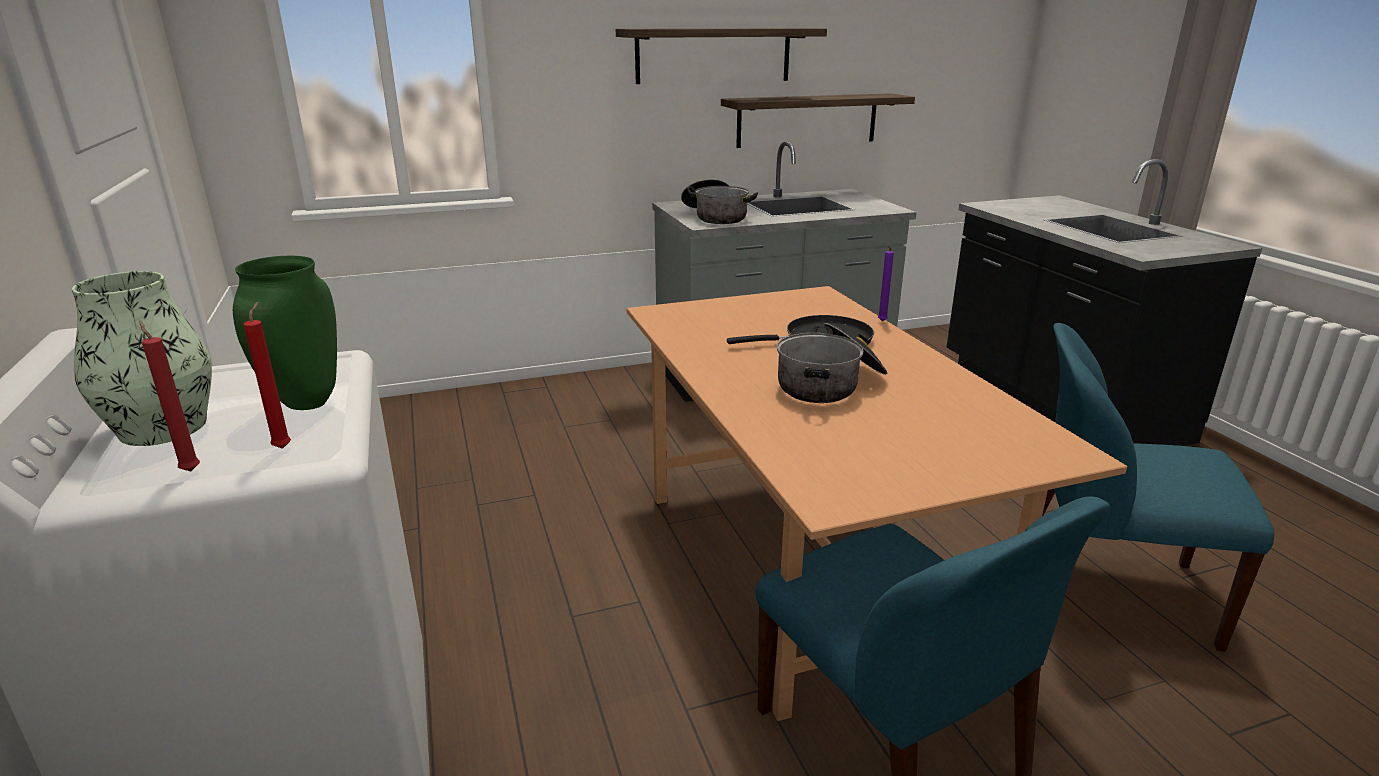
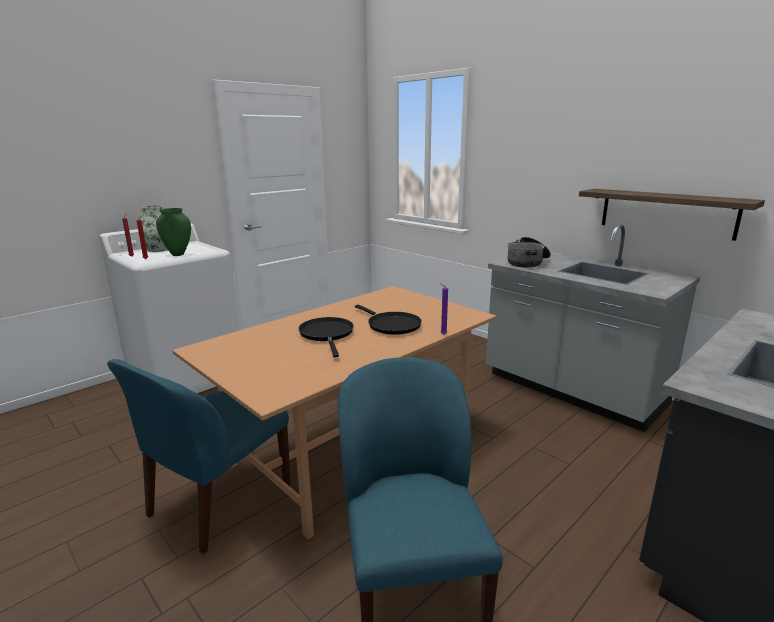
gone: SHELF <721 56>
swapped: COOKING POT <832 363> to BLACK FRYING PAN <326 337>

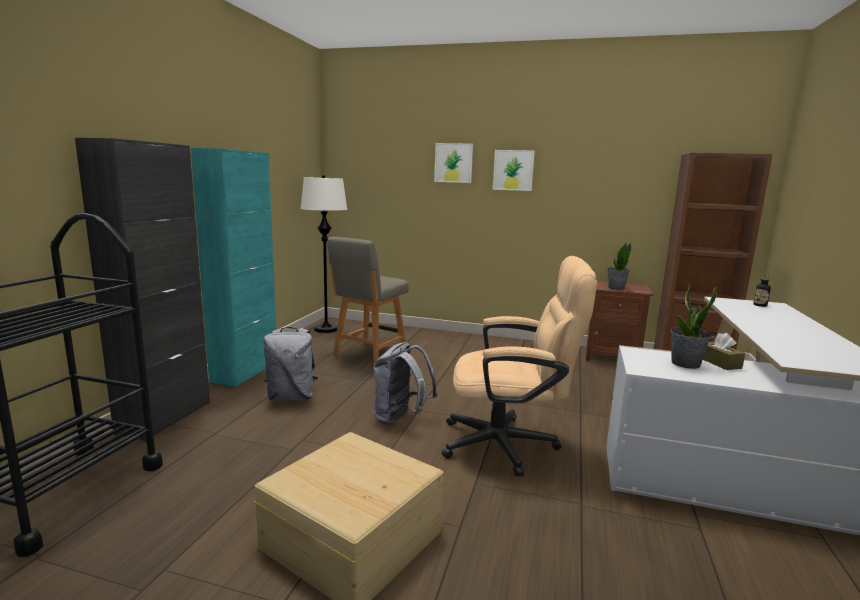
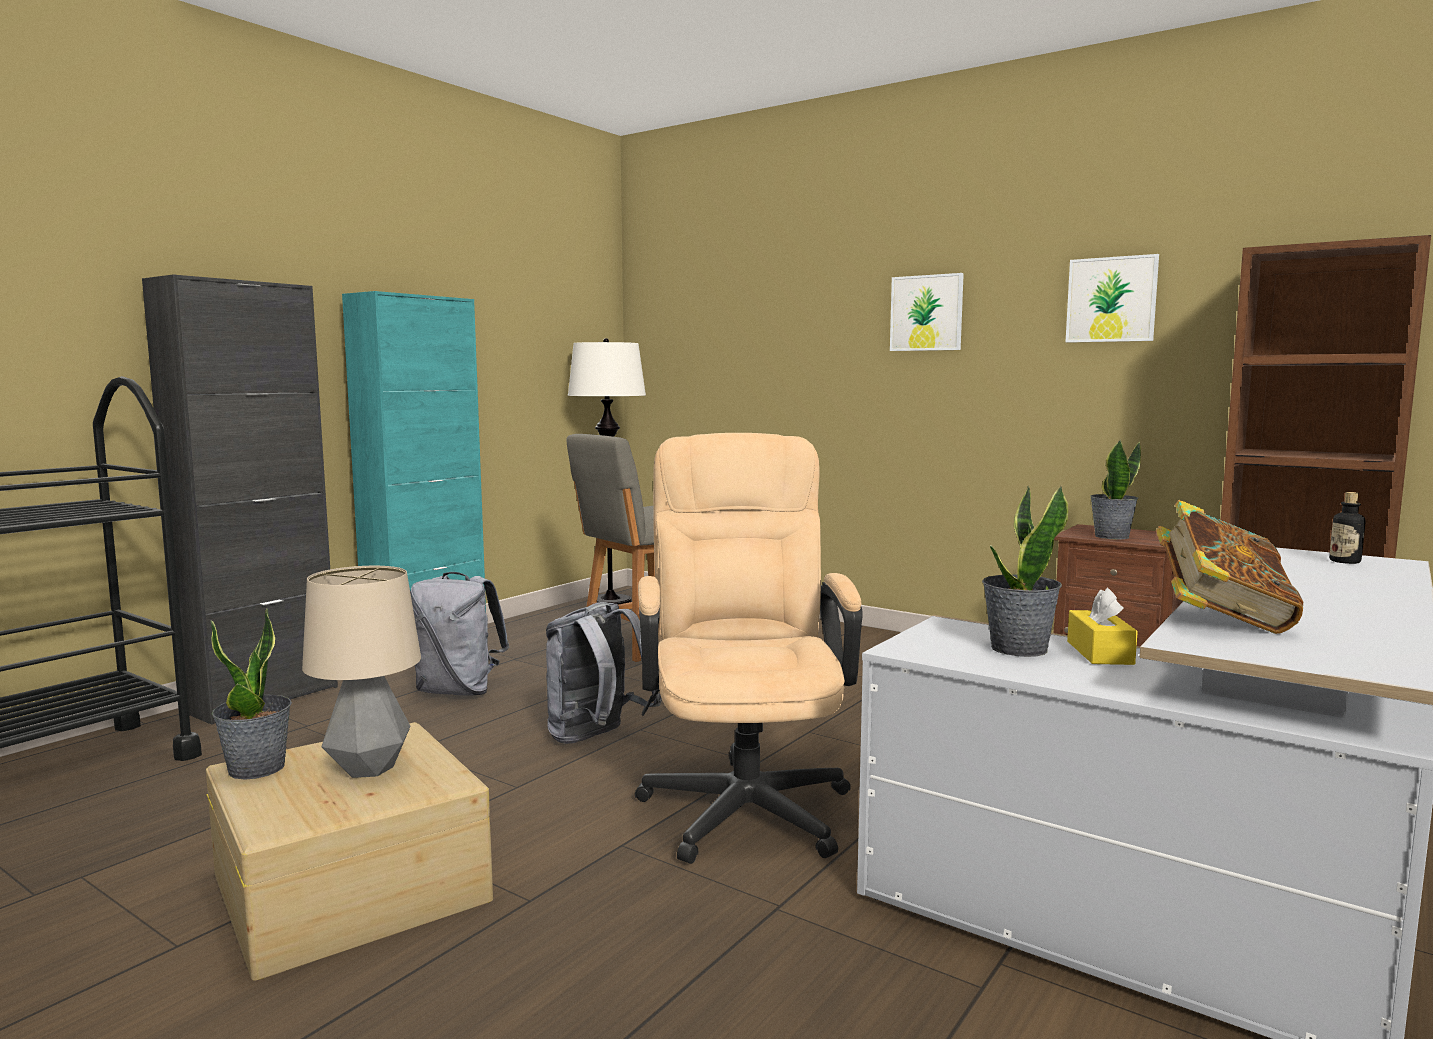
new: POTTED PLANT <251 694>; TABLE LAMP <361 672>; BOOK <1229 567>
shifted: PICTURE <453 163> to <1112 298>
repainted: BROWN TISSUE BOX <724 351> to YELLOW TISSUE BOX <1102 626>
rotated: BEIGE OFFICE CHAIR <519 366> = <749 648> 120 degrees counterclockwise

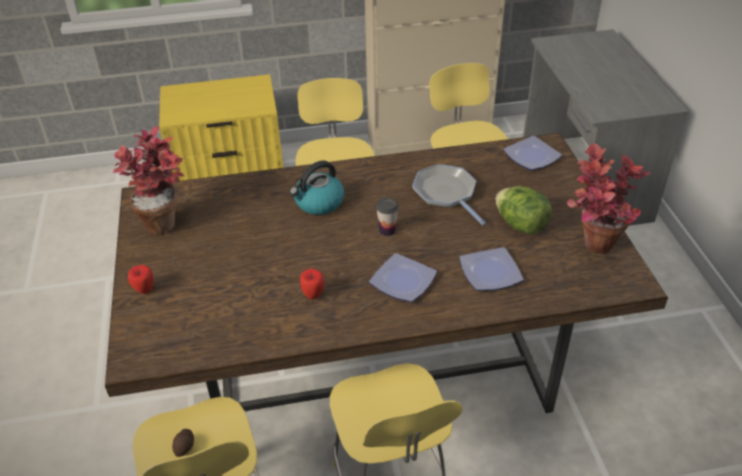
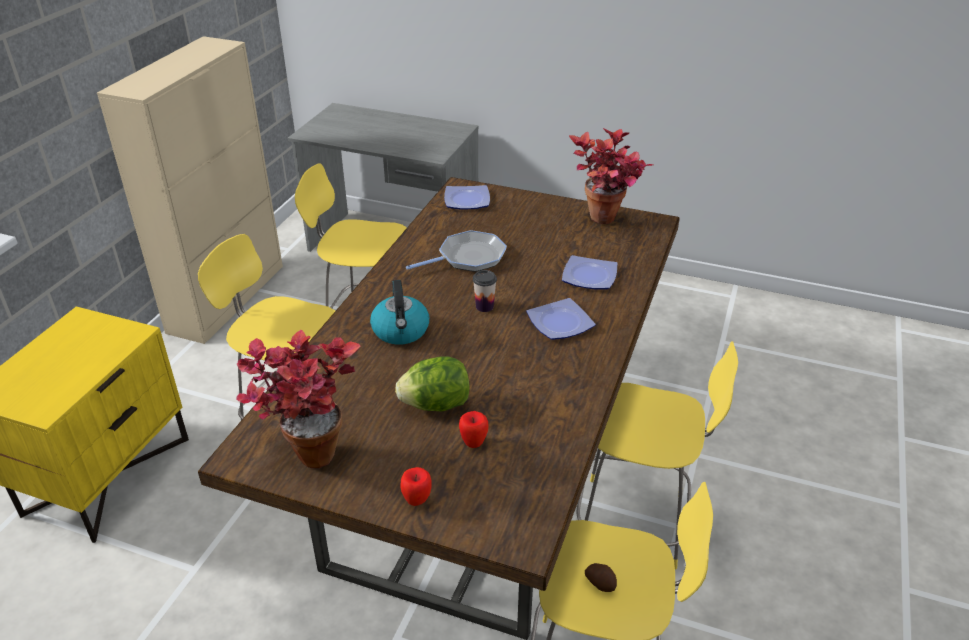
shifted: LETTUCE <523 210> to <432 384>; APPLE <312 284> to <473 429>
rotated: FRYING PAN <449 194> = <456 251> 150 degrees clockwise

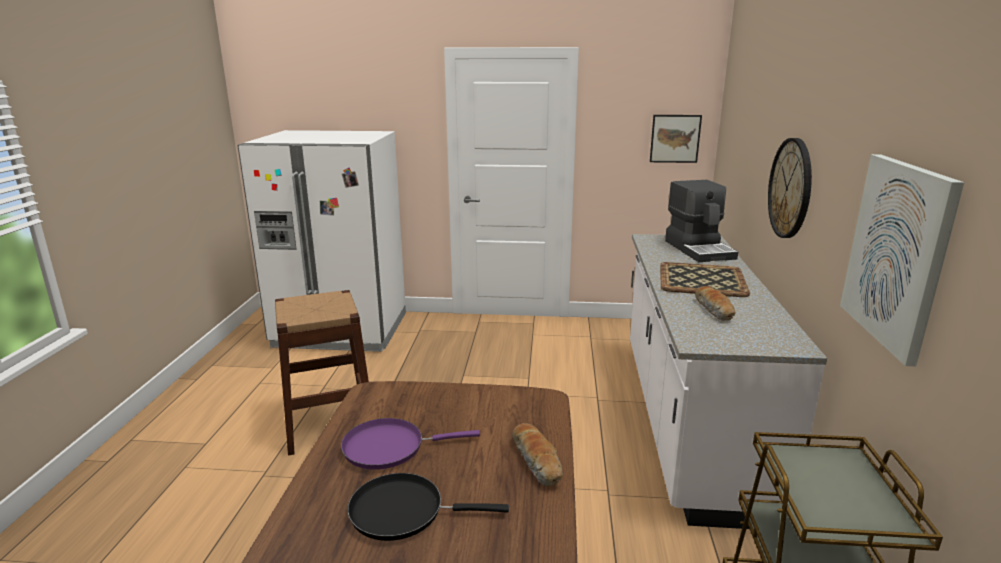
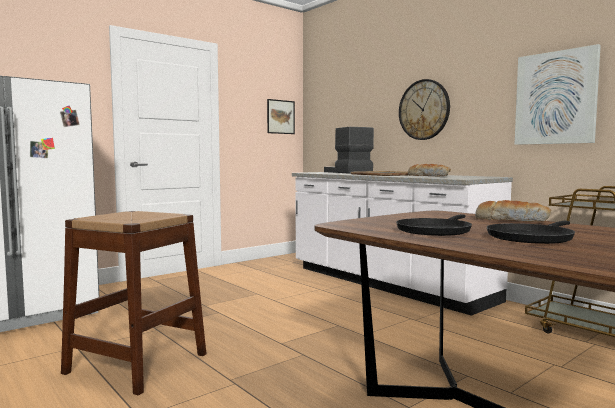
repainted: PURPLE FRYING PAN <410 444> to BLACK FRYING PAN <434 225>
rotated: COFFEE MACHINE <701 221> = <349 150> 150 degrees counterclockwise

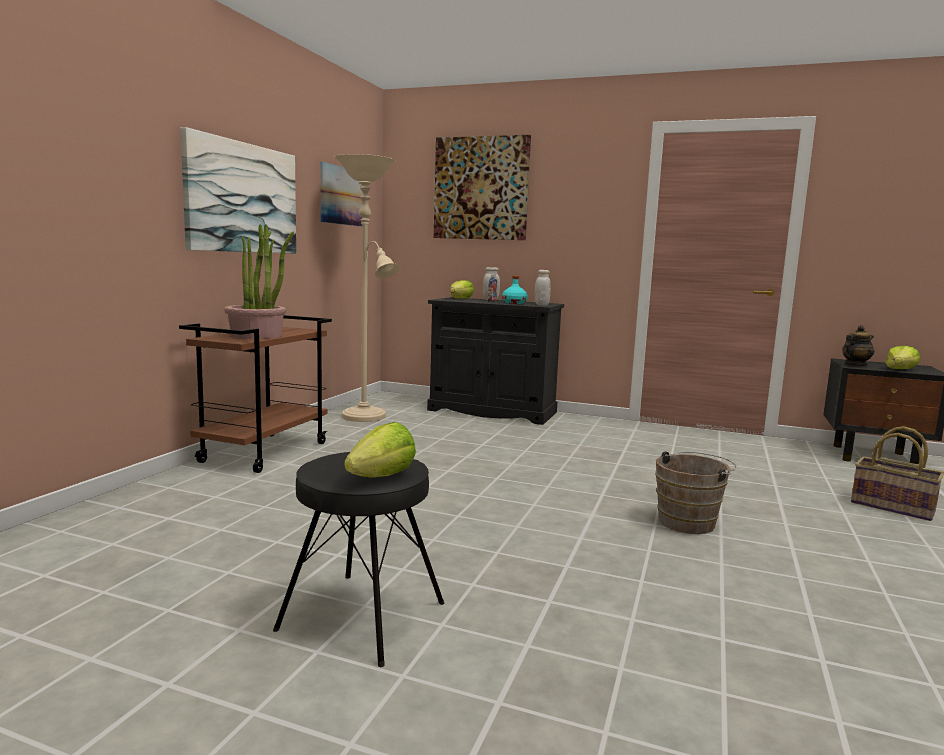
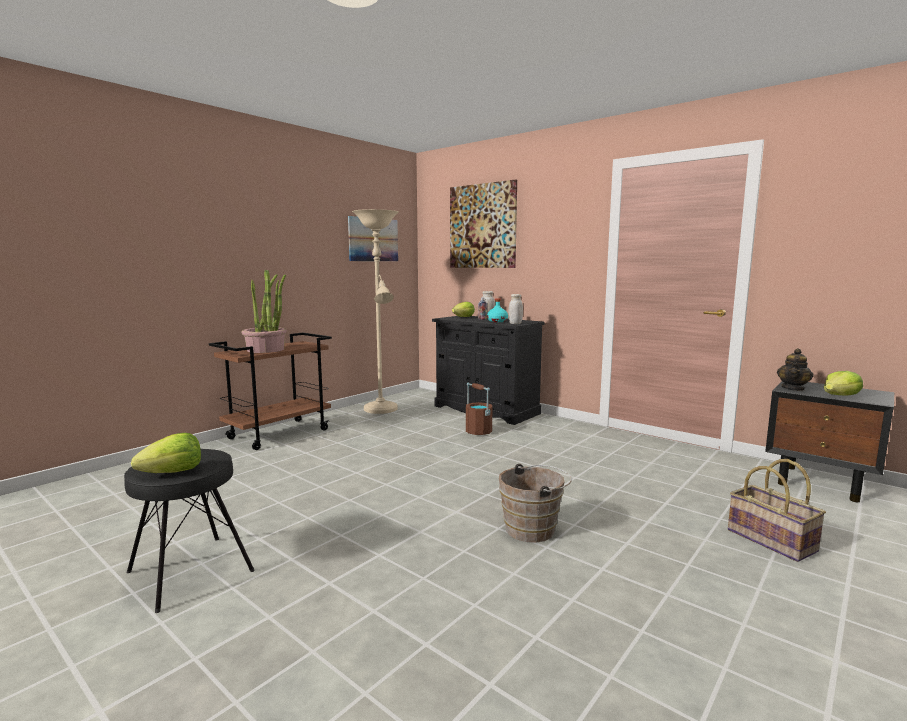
gone: PICTURE <238 190>
new: BROWN BUCKET <479 409>
rotated: TEAPOT <858 345> = <795 369> 135 degrees clockwise

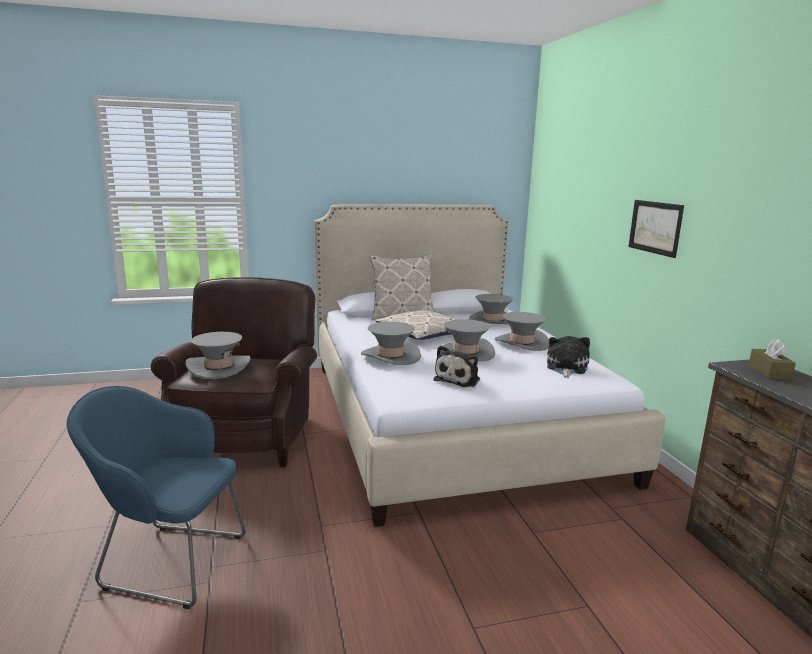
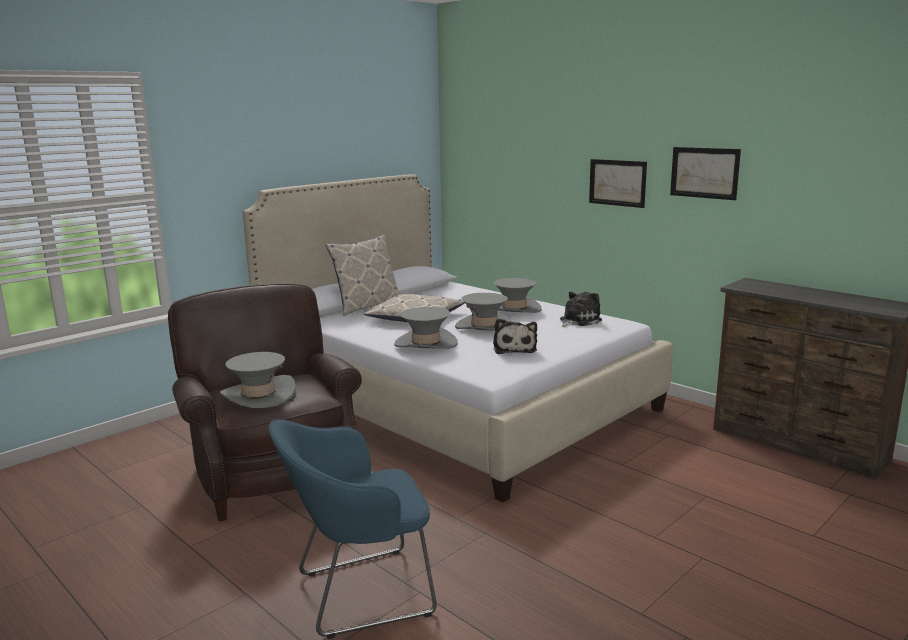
gone: GREY HAT <491 309>; BROWN TISSUE BOX <772 359>
new: PICTURE <705 173>
rotated: PLUSH TOY <568 357> = <581 309> 60 degrees clockwise

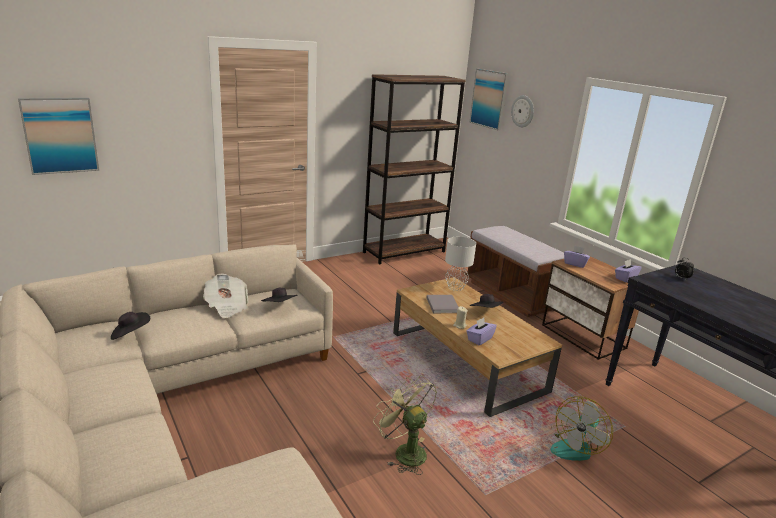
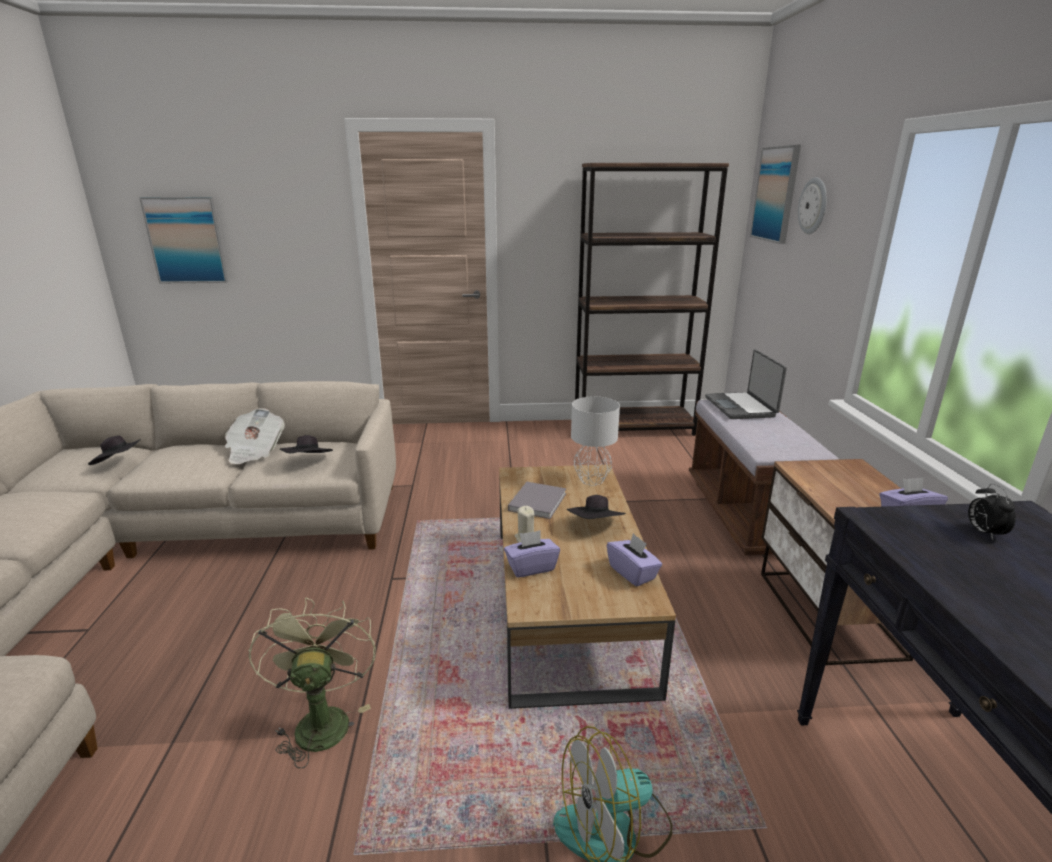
new: LAPTOP <746 384>
shifted: PURPLE TISSUE BOX <577 256> to <634 559>

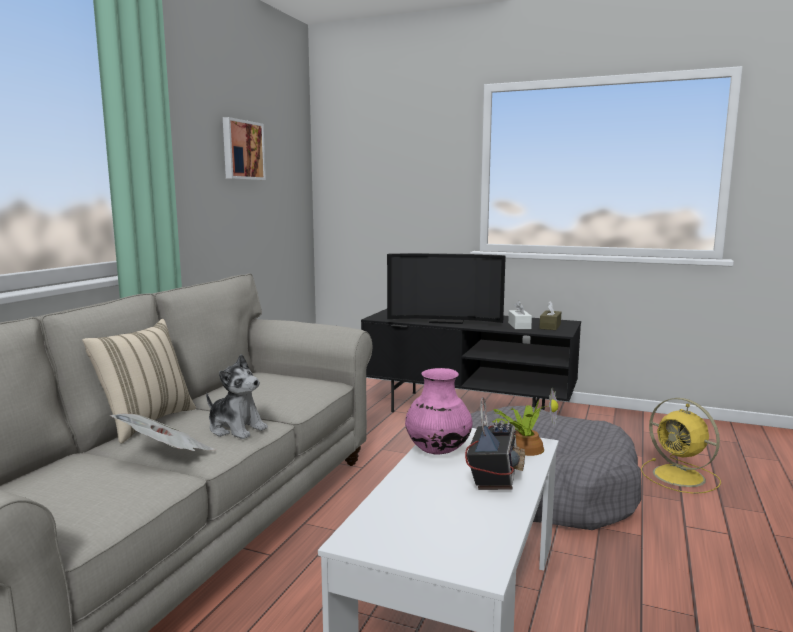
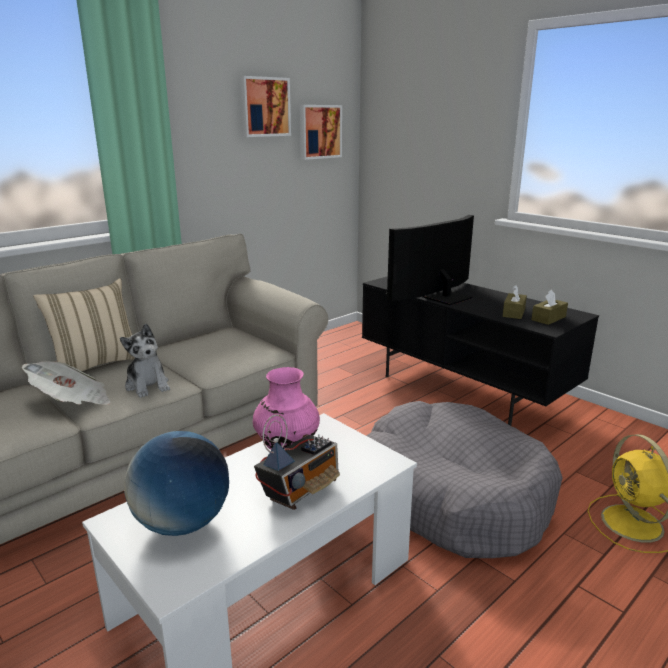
gone: POTTED PLANT <525 422>
new: GLOBE <176 483>; PICTURE <320 132>
repainted: WHITE TISSUE BOX <520 314> to BROWN TISSUE BOX <515 302>
rotated: TELEVISION <446 288> = <430 260> 105 degrees clockwise

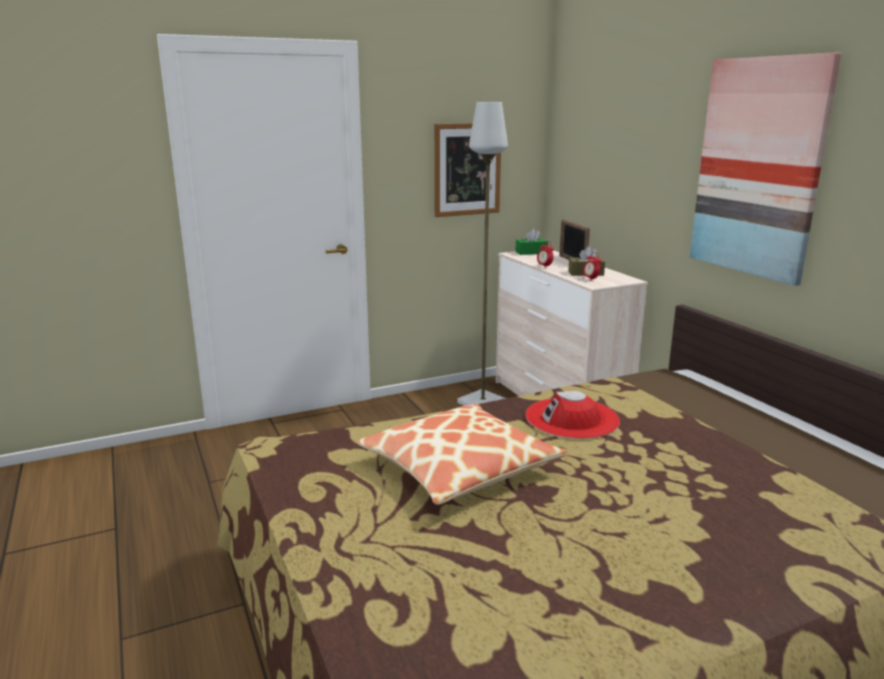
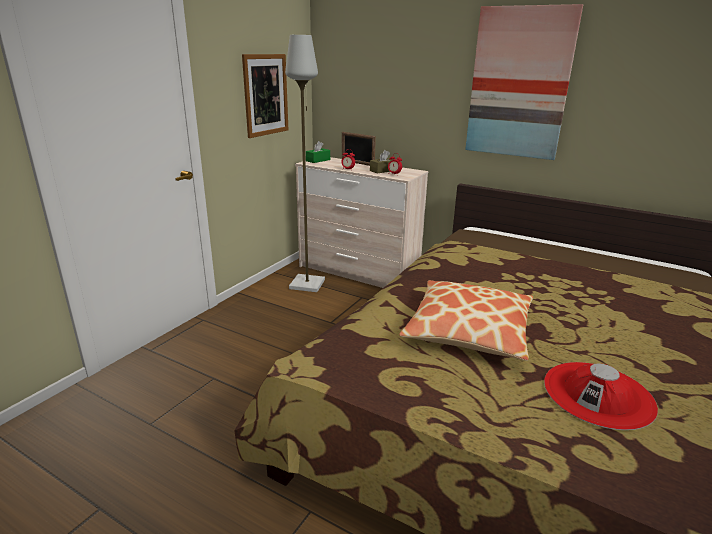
shifted: RED HAT <572 415> to <601 396>

